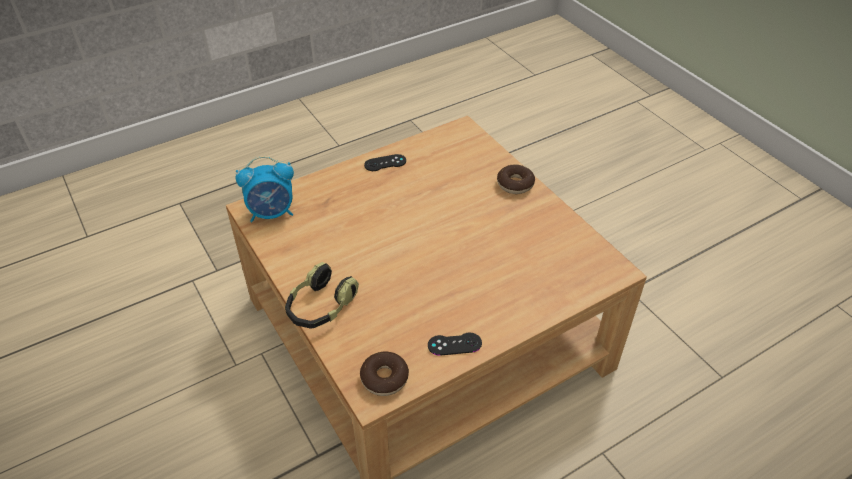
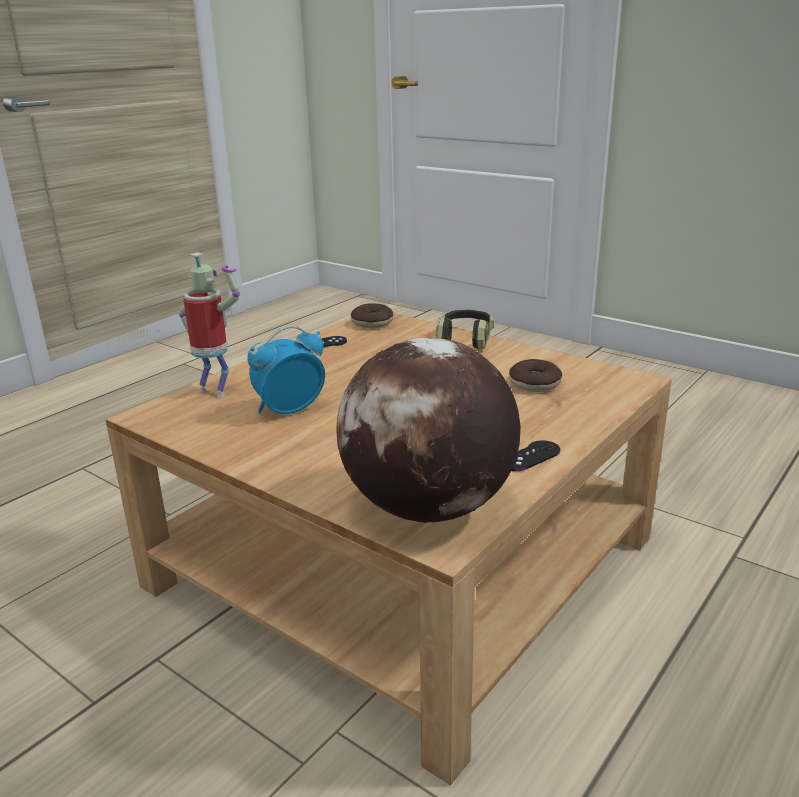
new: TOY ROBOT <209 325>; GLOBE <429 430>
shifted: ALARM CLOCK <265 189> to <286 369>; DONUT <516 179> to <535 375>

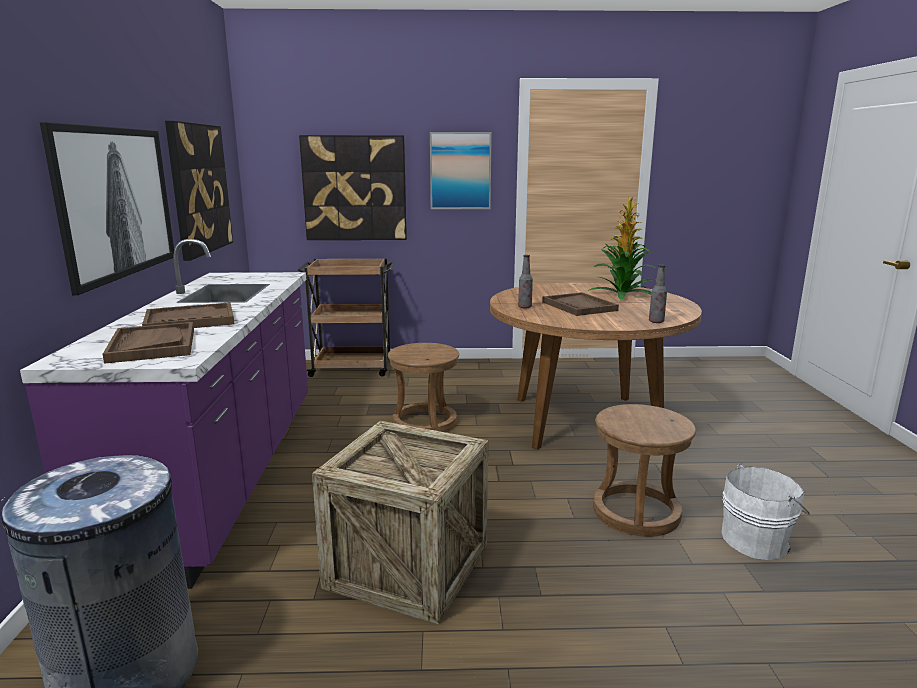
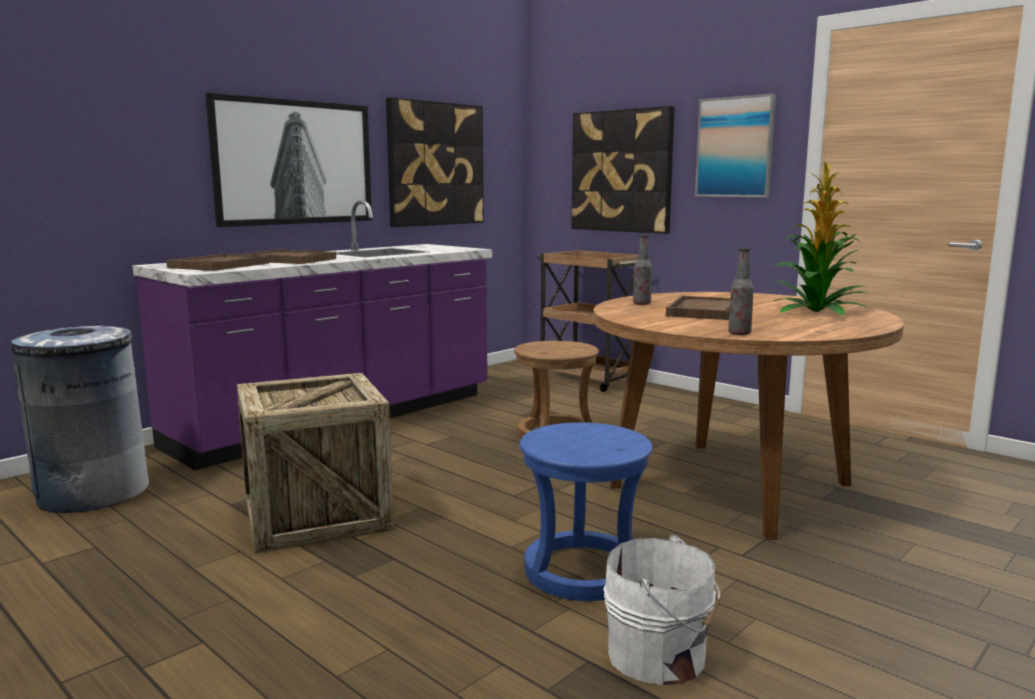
repainted: BROWN STOOL <644 470> to BLUE STOOL <586 511>

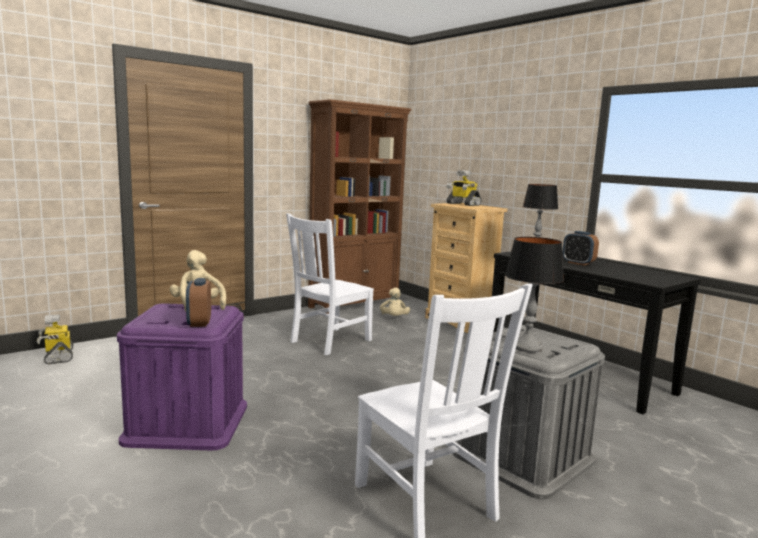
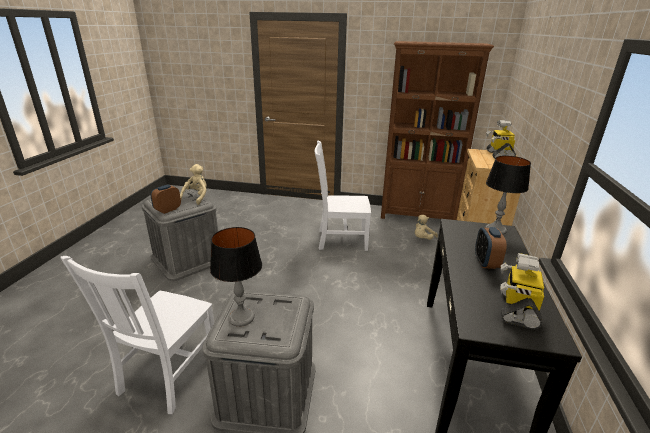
shifted: TOY ROBOT <55 339> to <522 291>
repainted: PURPLE STORAGE BOX <182 376> to GREY STORAGE BOX <179 235>

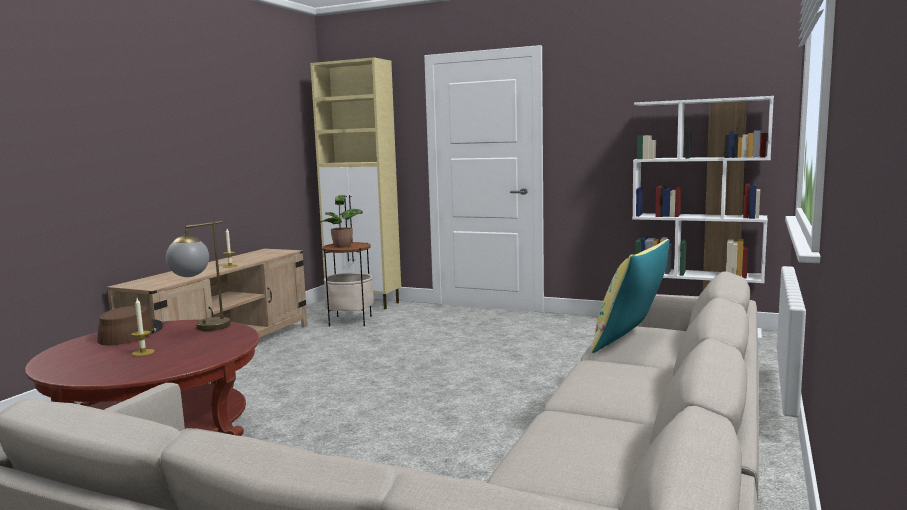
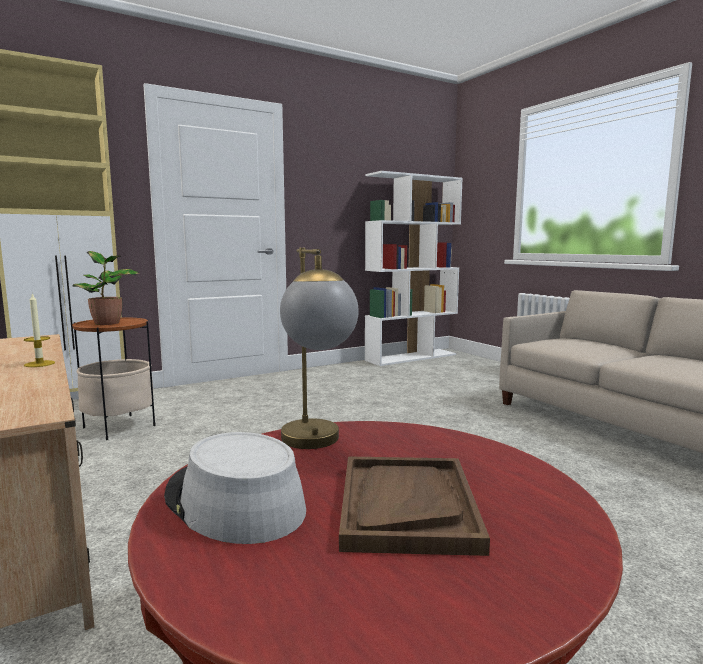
gone: YELLOW PILLOW <630 296>
swapped: CANDLE <143 327> to BROWN TRAY <414 506>
repainted: BROWN HAT <130 325> to GREY HAT <235 488>

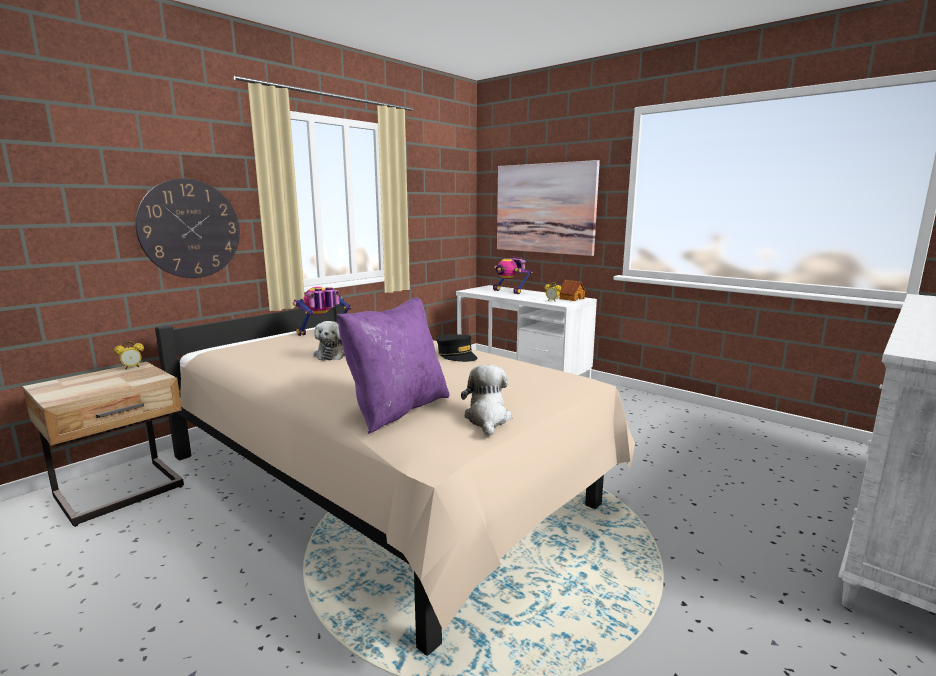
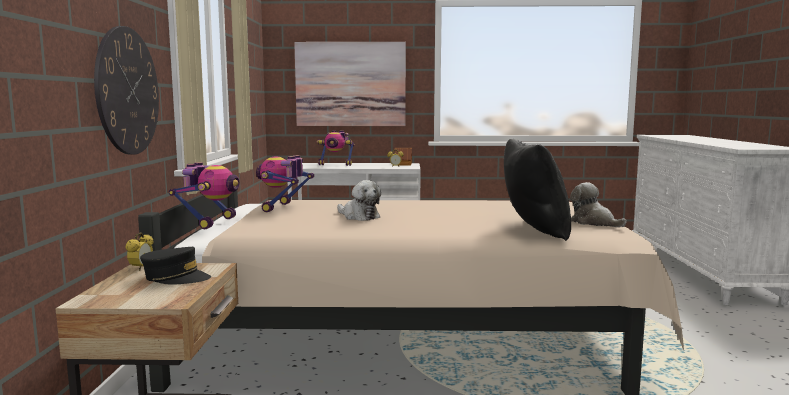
new: TOY ROBOT <204 195>
shifted: BLACK CAP <456 348> to <175 266>
repainted: PURPLE PILLOW <393 365> to BLACK PILLOW <537 190>

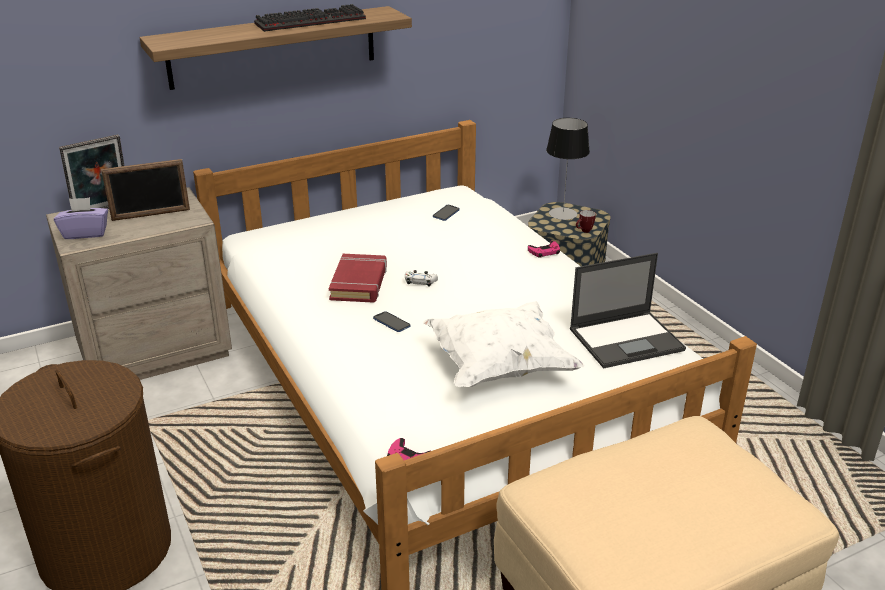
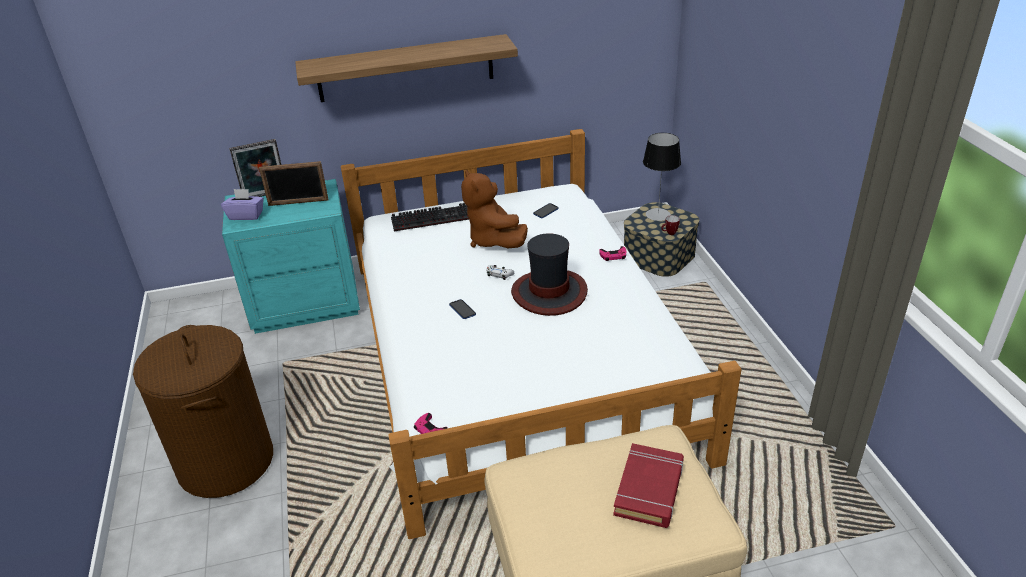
gone: WHITE PILLOW <503 344>; LAPTOP <628 311>
new: BROWN PLUSH TOY <494 208>; HAT <549 274>
shifted: KEYBOARD <310 18> to <430 217>; RED BOOK <358 278> to <648 485>
repainted: BEIGE NIGHTSTAND <139 283> to TURQUOISE NIGHTSTAND <291 256>

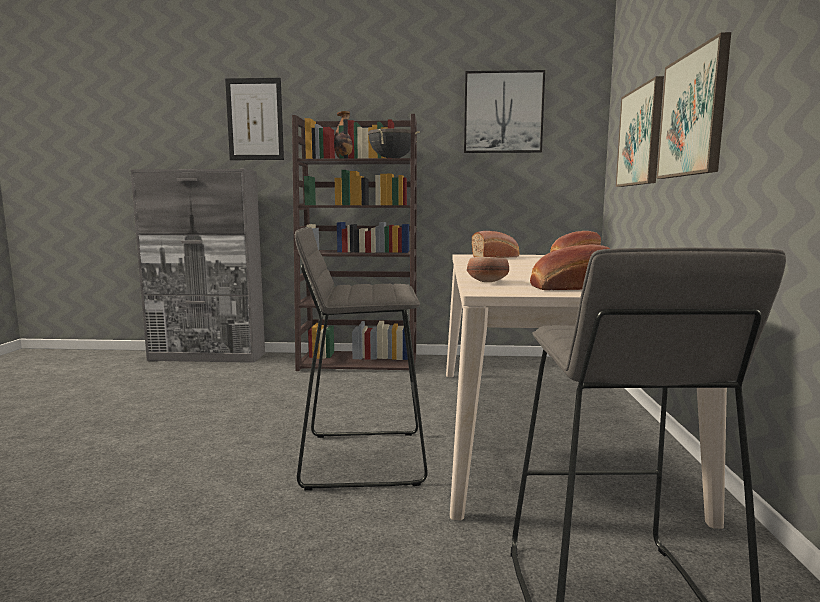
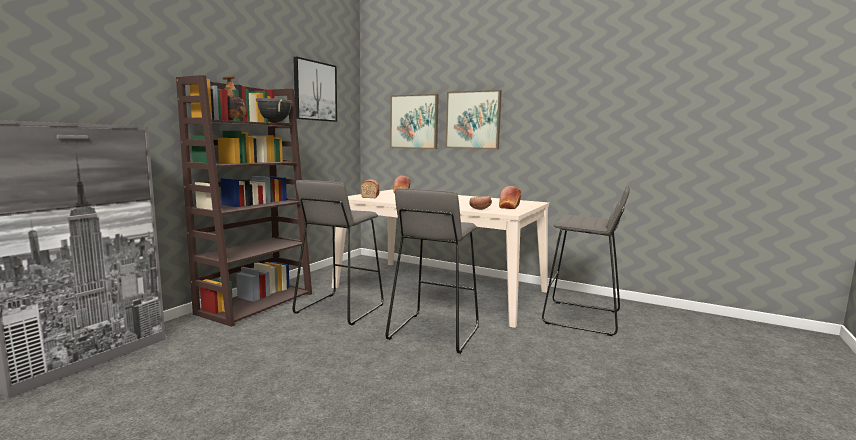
gone: PICTURE <254 119>
new: GREY STOOL <337 252>

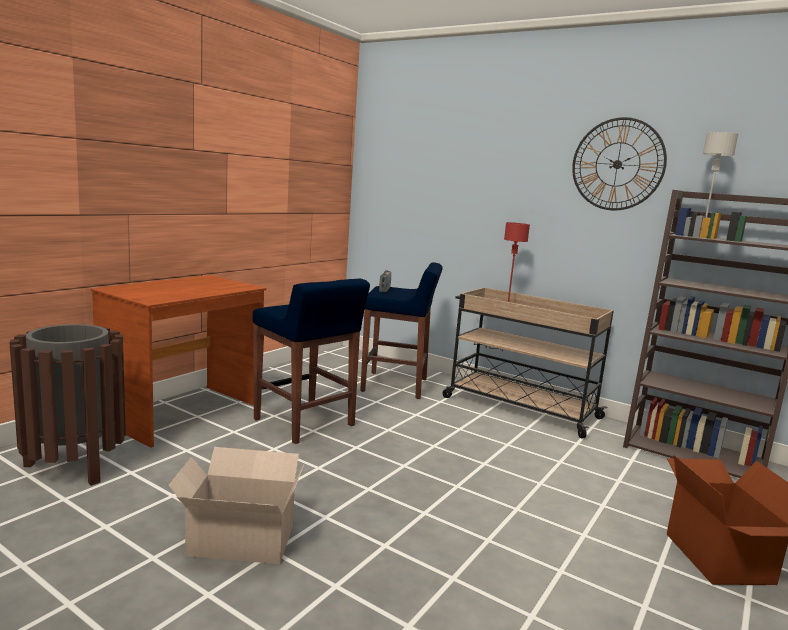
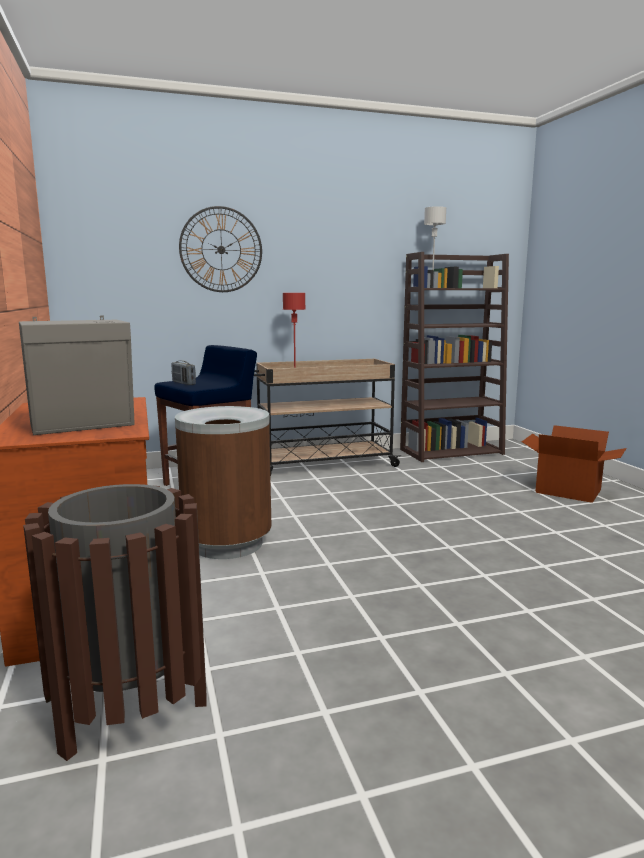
gone: CARDBOARD BOX <236 505>
new: GREY SPEAKER <77 375>
shifted: WALL CLOCK <619 164> to <220 249>
swapped: BLUE STOOL <311 361> to BROWN TRASH CAN <223 482>

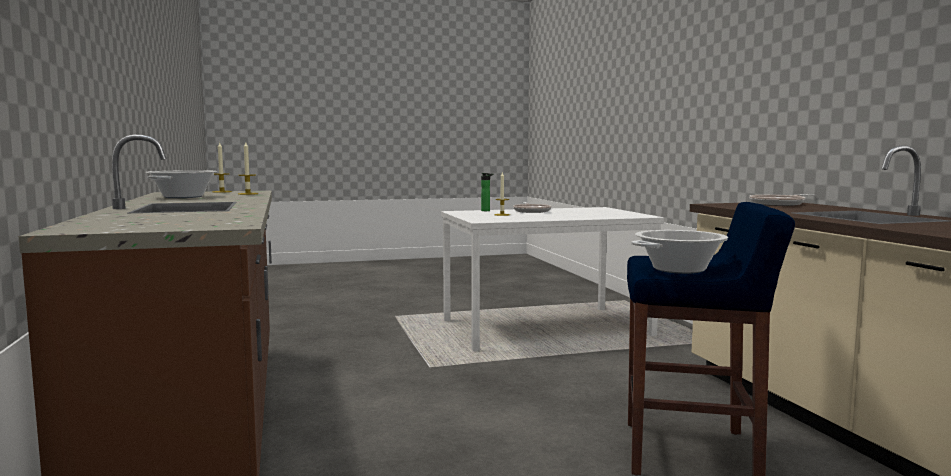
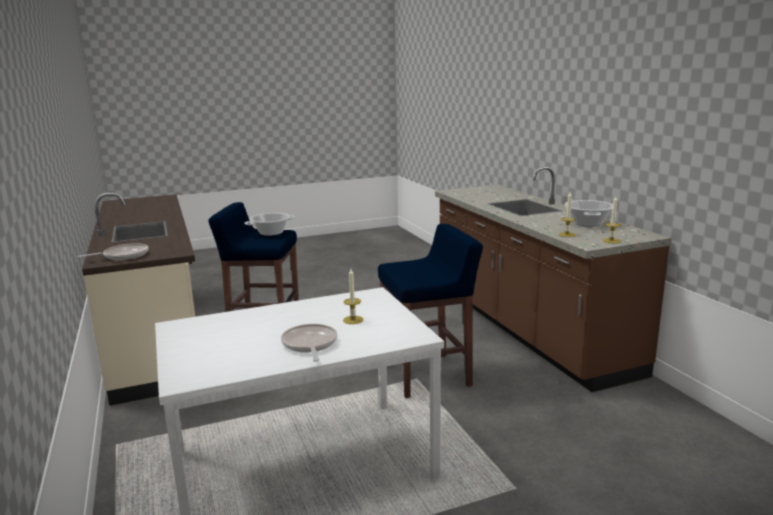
gone: BOTTLE <487 192>
new: BLUE STOOL <430 311>

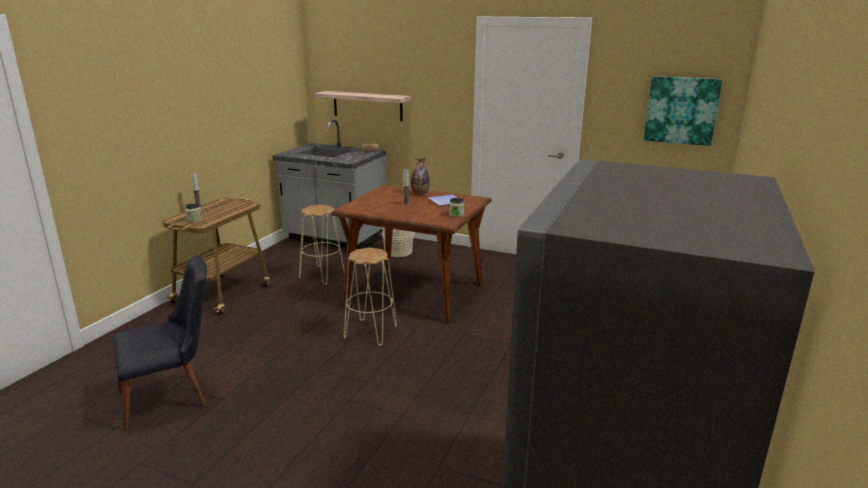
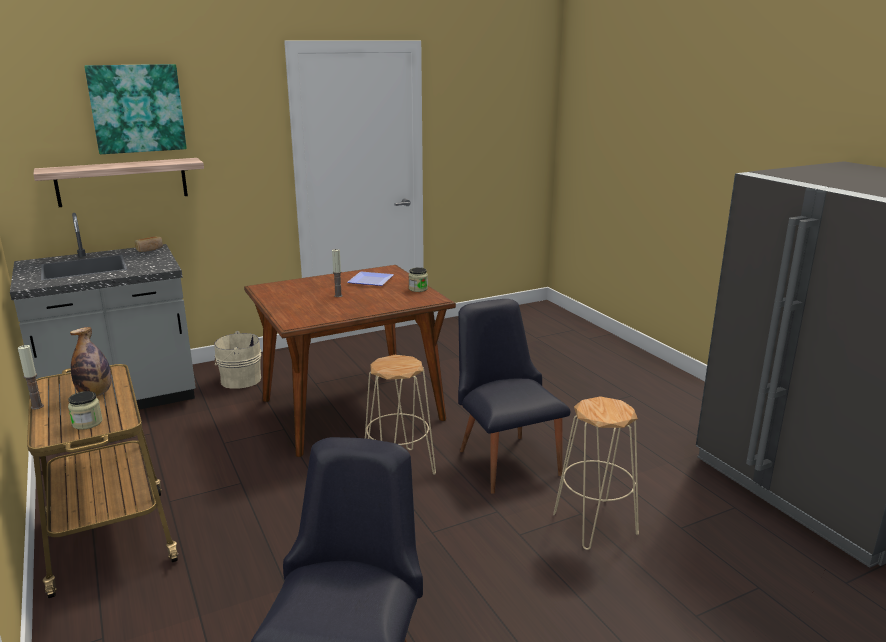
new: BLACK CHAIR <514 396>
shifted: BOTTLE <420 176> to <90 361>; PICTURE <683 111> to <135 109>; BEIGE STOOL <322 244> to <596 473>

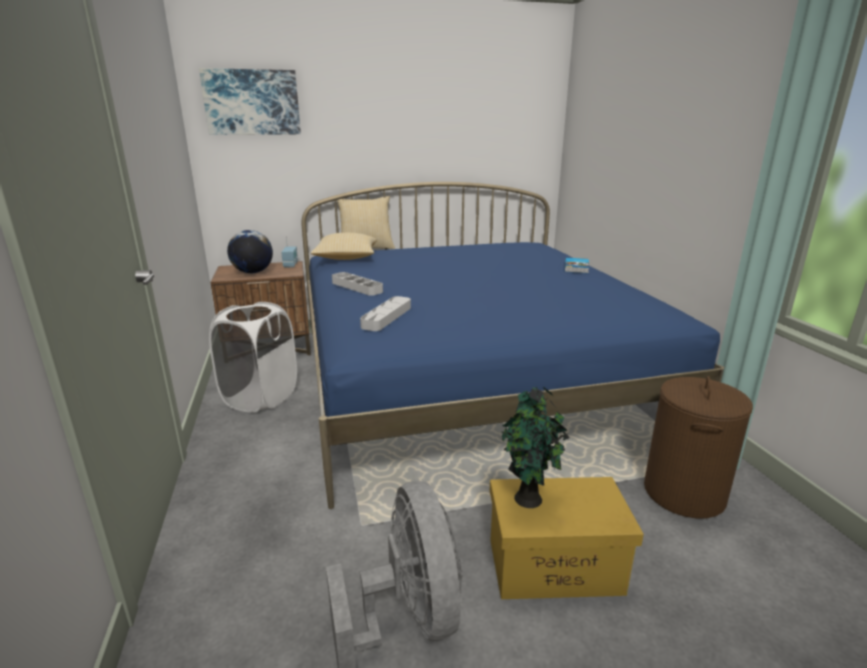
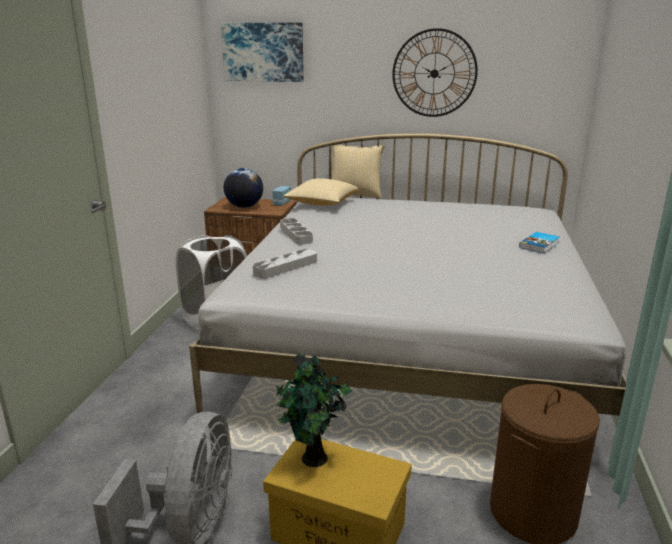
new: WALL CLOCK <435 72>
repainted: BLUE BED <513 345> to WHITE BED <408 274>

